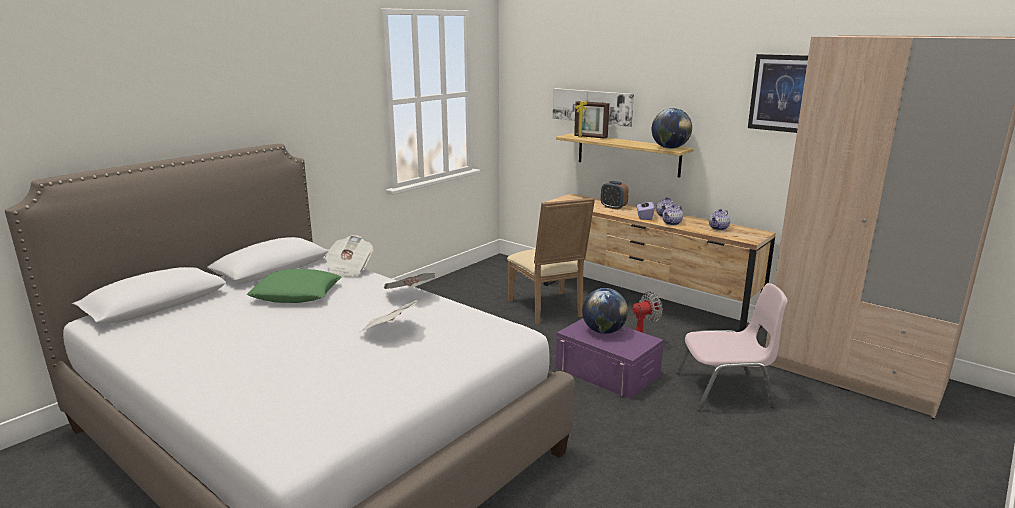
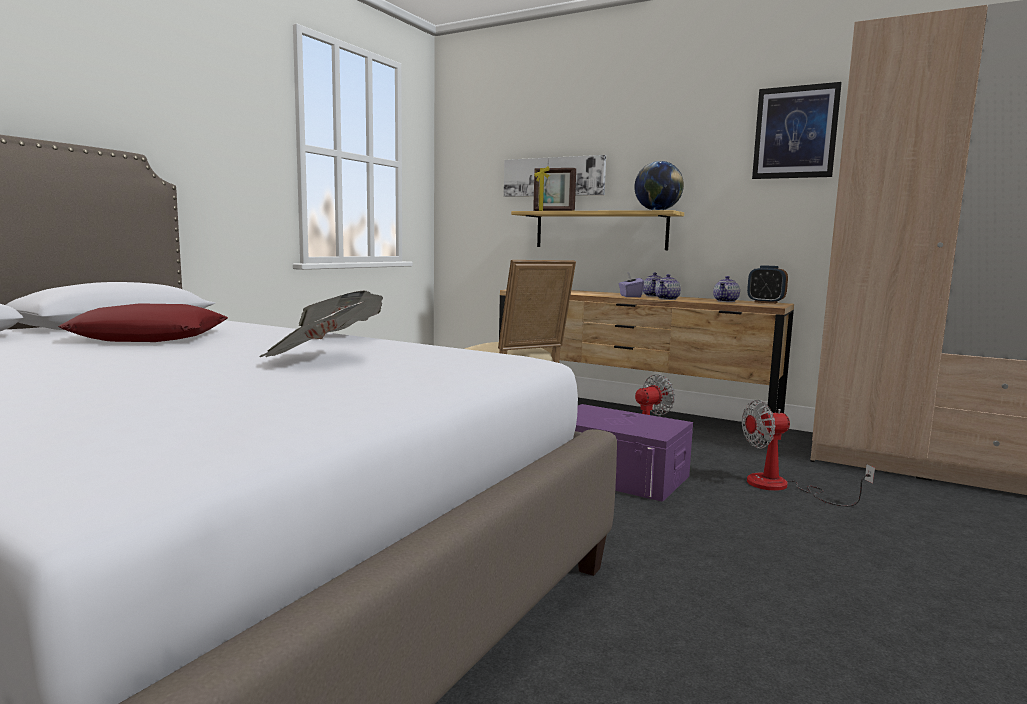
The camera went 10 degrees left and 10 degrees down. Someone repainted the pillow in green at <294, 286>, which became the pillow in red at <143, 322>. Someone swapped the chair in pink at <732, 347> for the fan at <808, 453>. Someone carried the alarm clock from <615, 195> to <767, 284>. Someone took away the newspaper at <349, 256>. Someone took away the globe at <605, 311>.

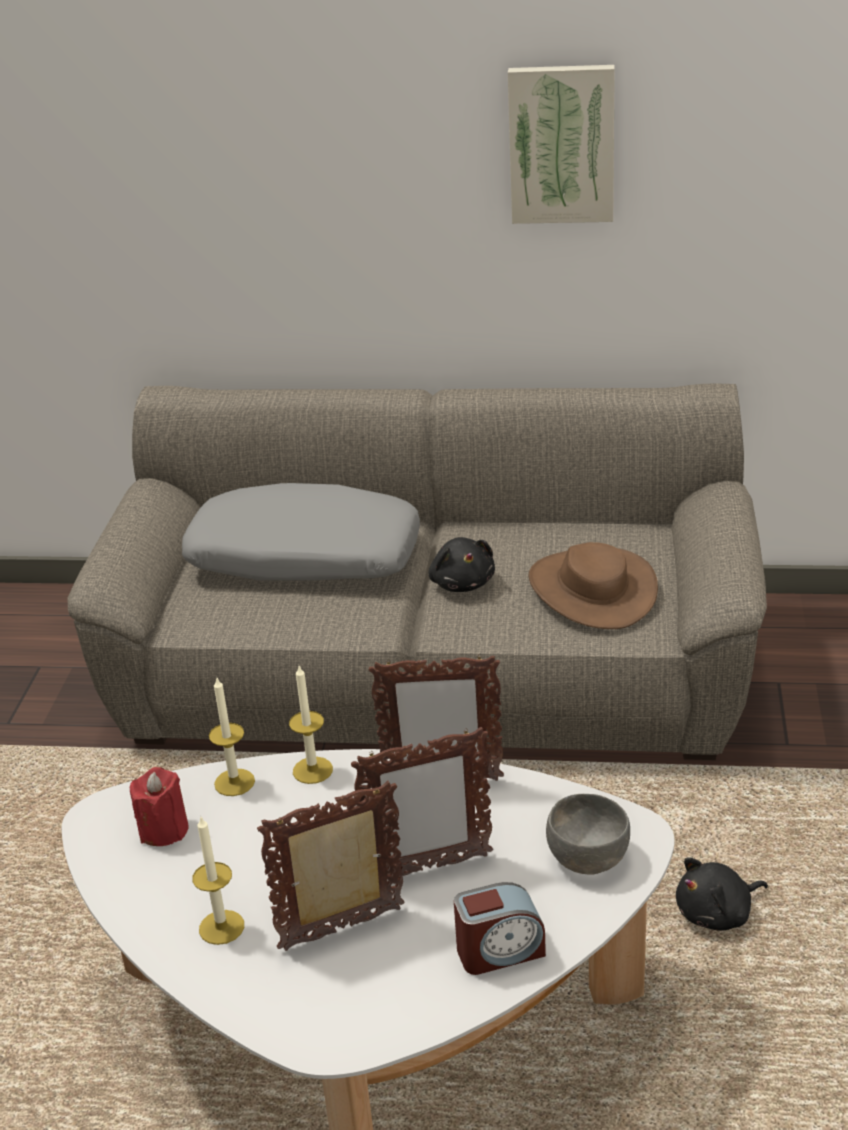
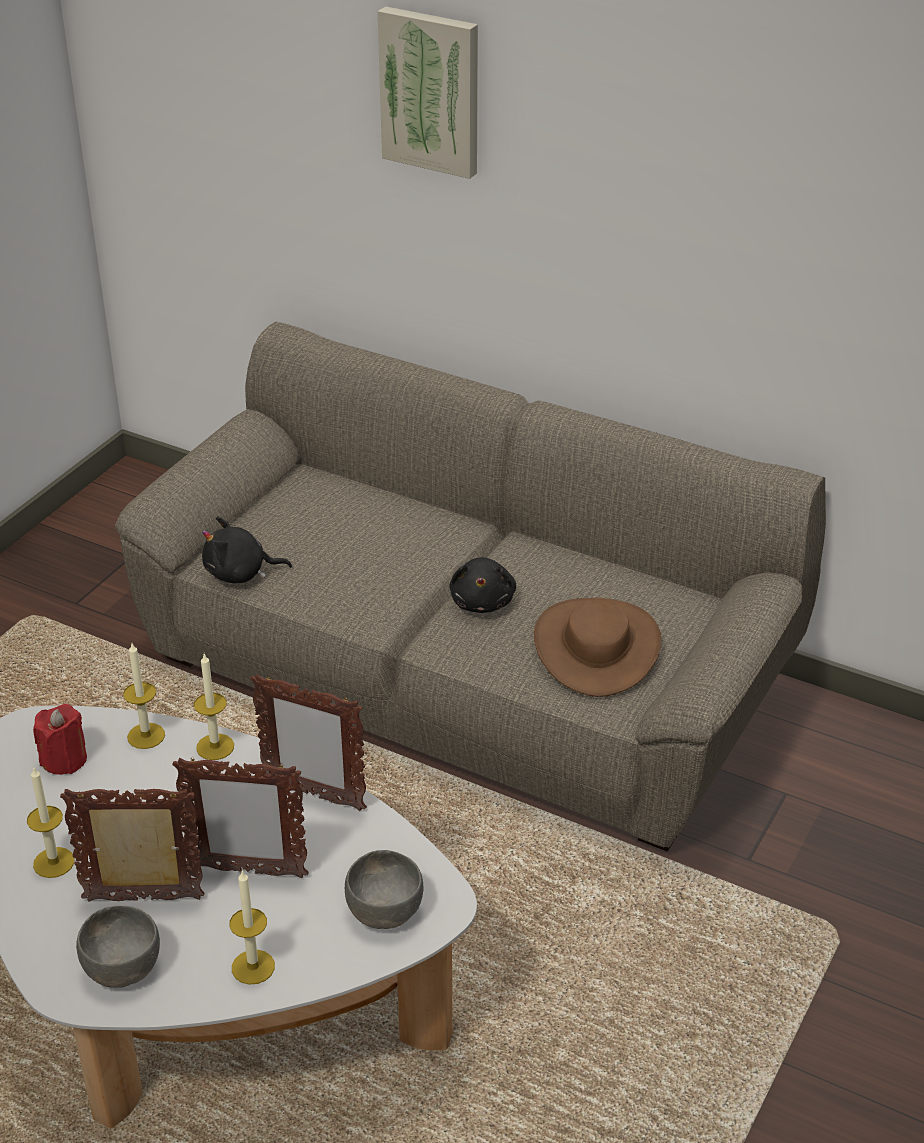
The camera went 20 degrees right and 5 degrees up. Someone put down the bowl in grey at <118, 947>. Someone carried the plush toy in black from <722, 894> to <247, 549>. Someone swapped the alarm clock at <500, 928> for the candle at <252, 927>. Someone carried the picture from <561, 144> to <428, 92>. Someone took away the pillow in grey at <301, 532>.

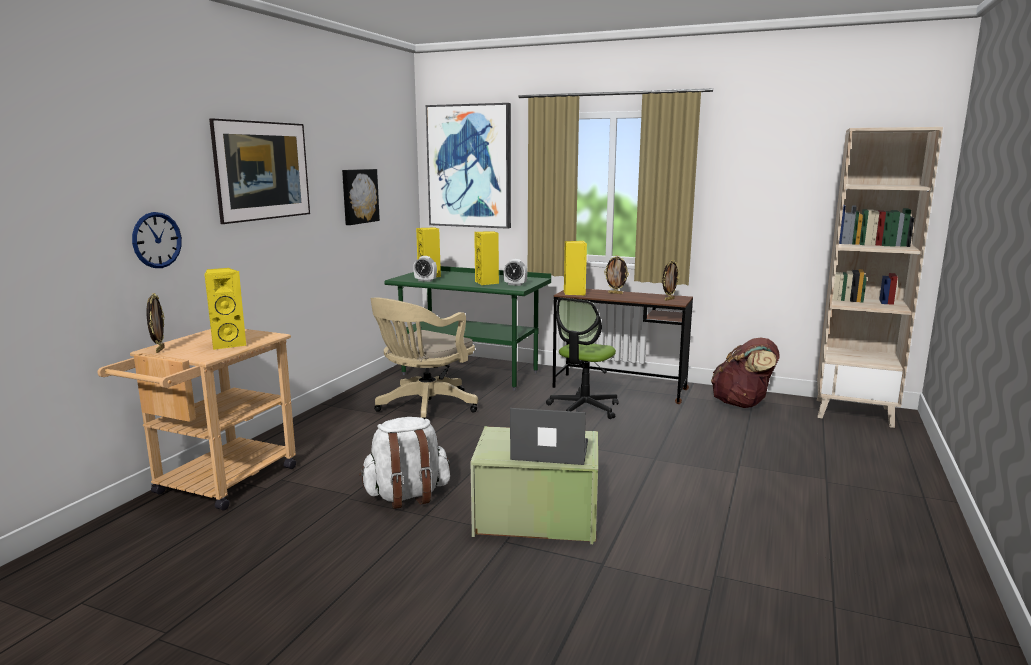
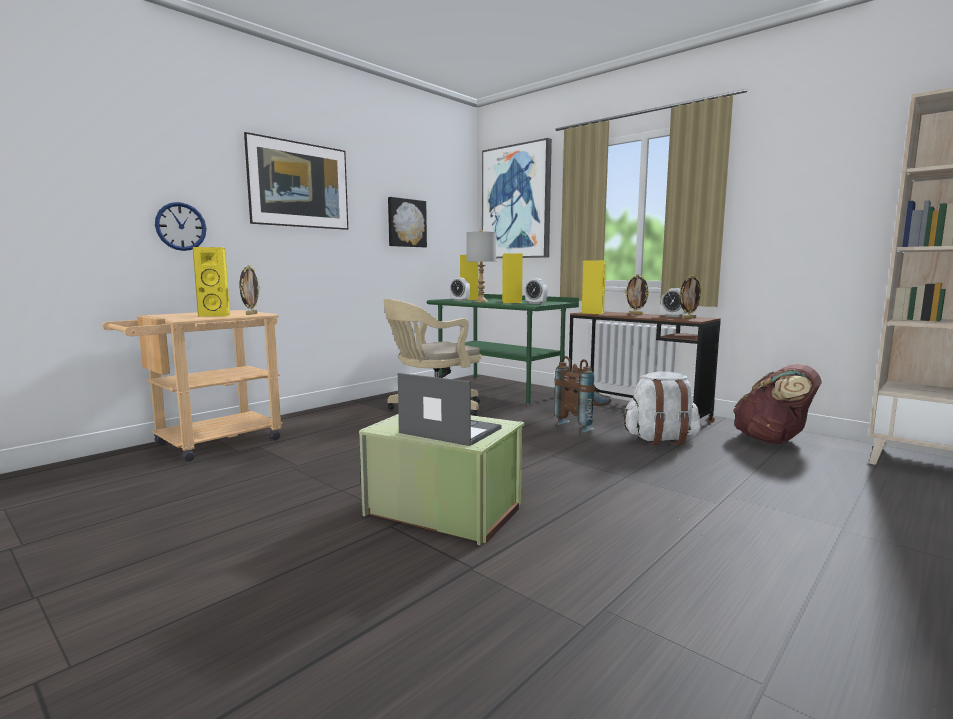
The camera went 20 degrees right and 5 degrees down. Someone carried the picture frame from <156, 323> to <250, 290>. Someone put down the table lamp in grey at <481, 266>. Someone swapped the office chair at <582, 358> for the backpack in brown at <583, 394>. Someone carried the backpack in white from <404, 463> to <661, 408>. Someone put down the alarm clock at <674, 302>.

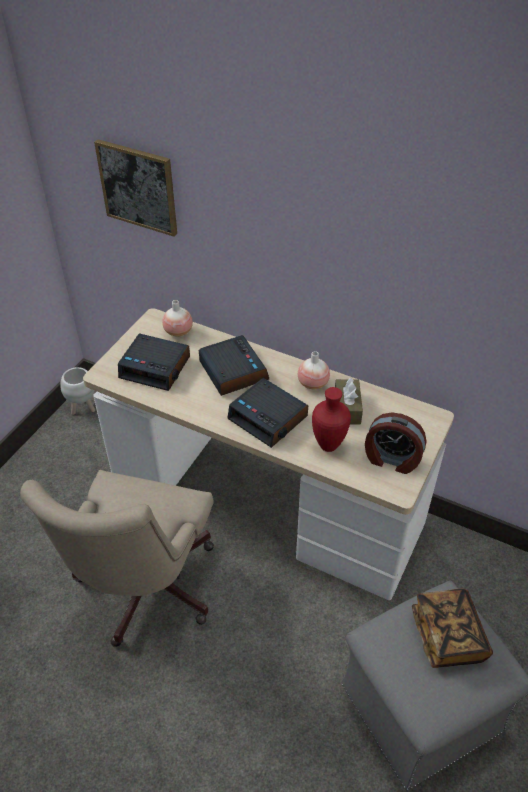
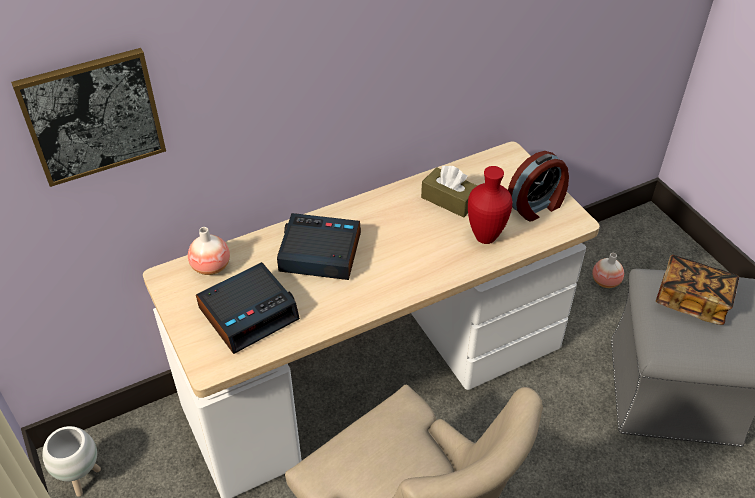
The camera went 55 degrees left and 0 degrees up. Someone carried the vase from <314, 370> to <608, 270>. Someone took away the alarm clock at <267, 413>.

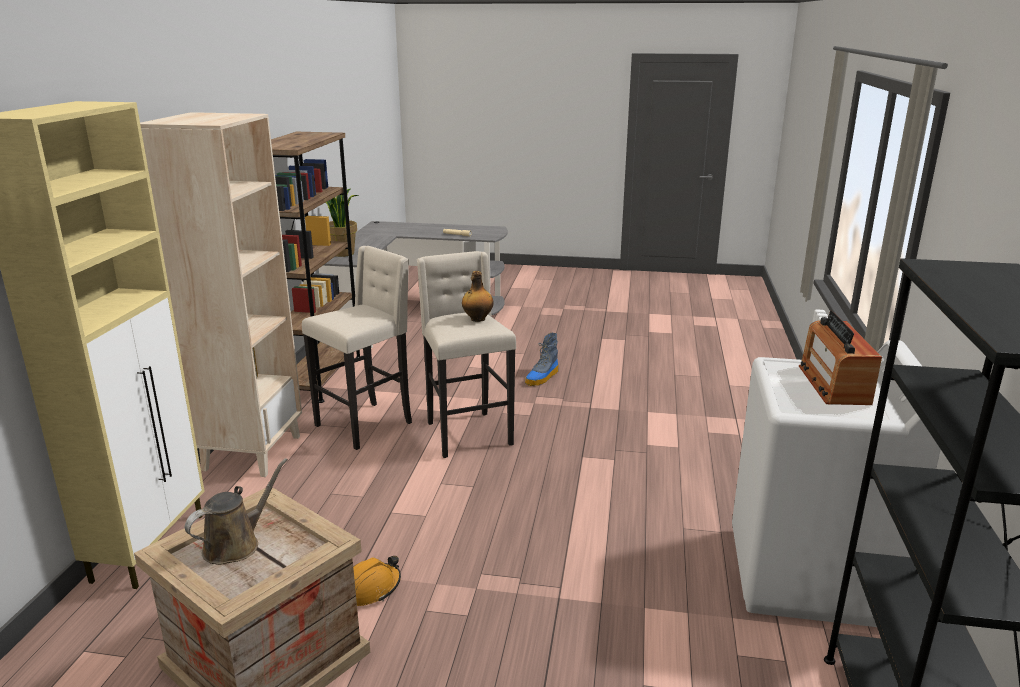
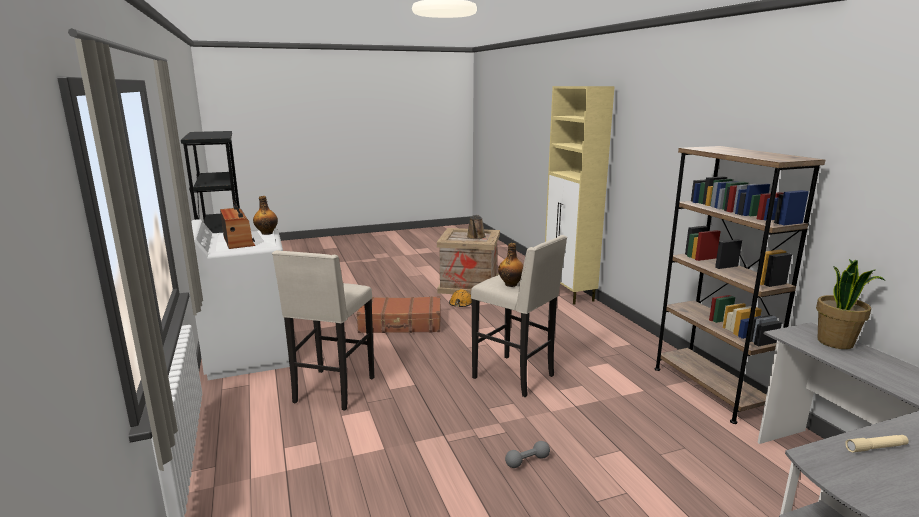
The camera went 150 degrees right and 5 degrees down. Someone put down the bottle at <265, 215>. Someone carried the stool in beige from <357, 348> to <323, 330>. Someone put down the suitcase in brown at <399, 314>. Someone swapped the boot at <541, 359> for the dumbbell in grey at <527, 454>. Someone took away the bookcase in beige at <221, 294>.

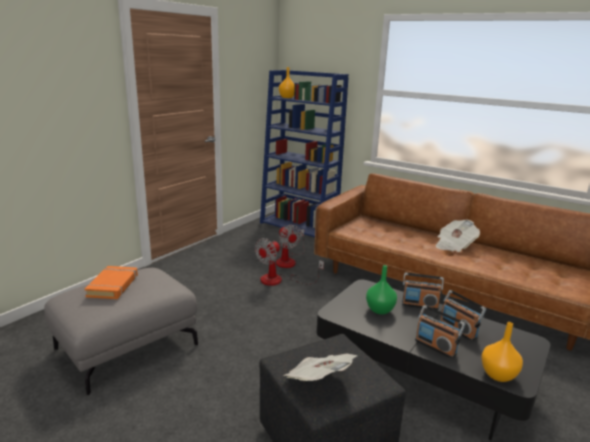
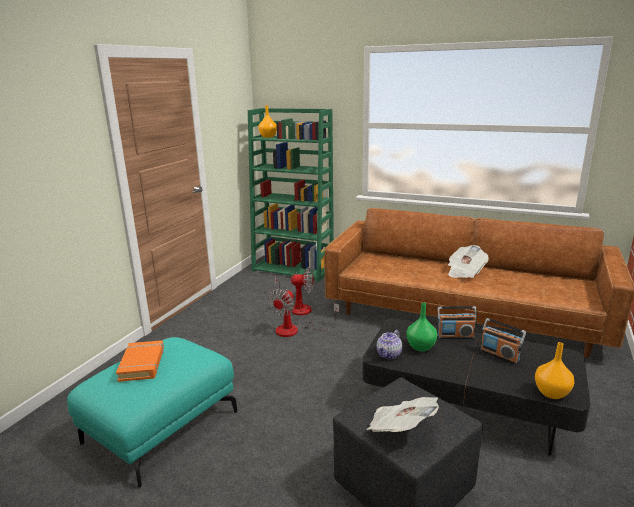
The camera went 10 degrees left and 0 degrees up. Someone repainted the ottoman in grey at <121, 331>, which became the ottoman in turquoise at <152, 412>. Someone repainted the bookcase in blue at <304, 153>, which became the bookcase in green at <291, 195>. Someone rotated the fan at <290, 246> by 45 degrees counterclockwise. Someone put down the teapot at <389, 344>. Someone took away the radio at <440, 332>.

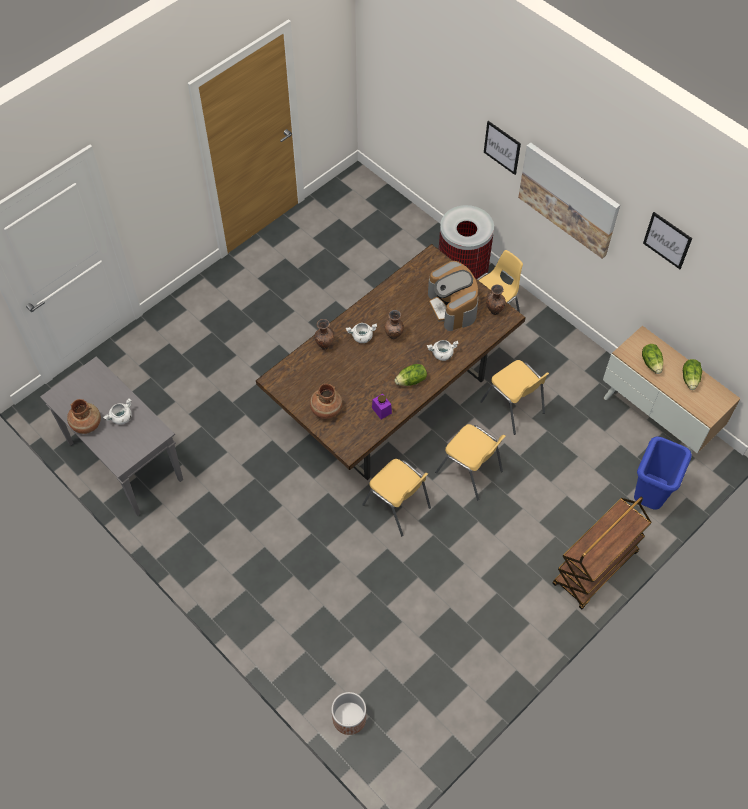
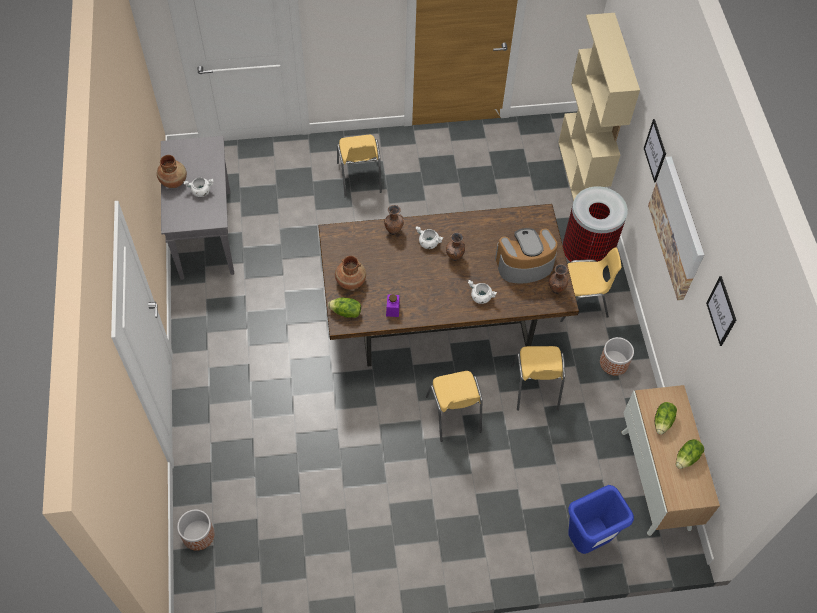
The camera went 35 degrees right and 0 degrees up. Someone carried the lettuce from <411, 375> to <344, 307>. Someone carried the chair in yellow from <396, 497> to <359, 166>. Someone rotated the coffee machine at <453, 296> by 60 degrees clockwise. Someone put down the bookcase in beige at <599, 107>. Someone put down the planter at <617, 356>. Someone took away the cart in brown at <602, 552>.

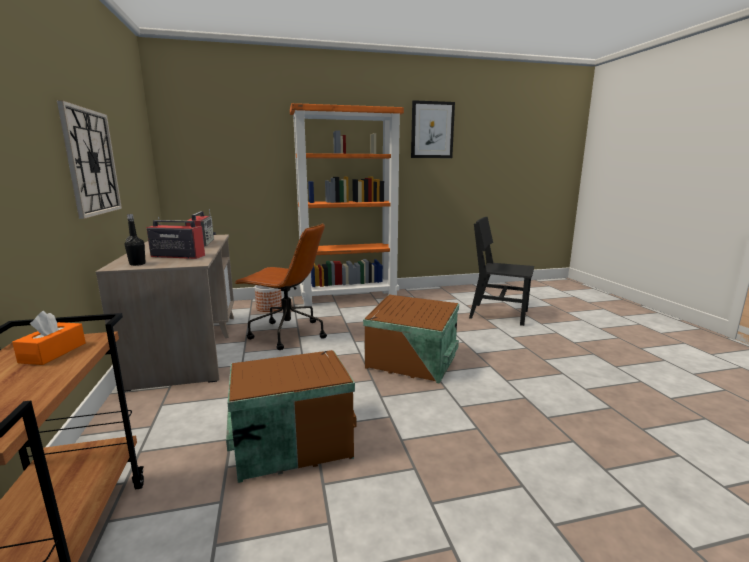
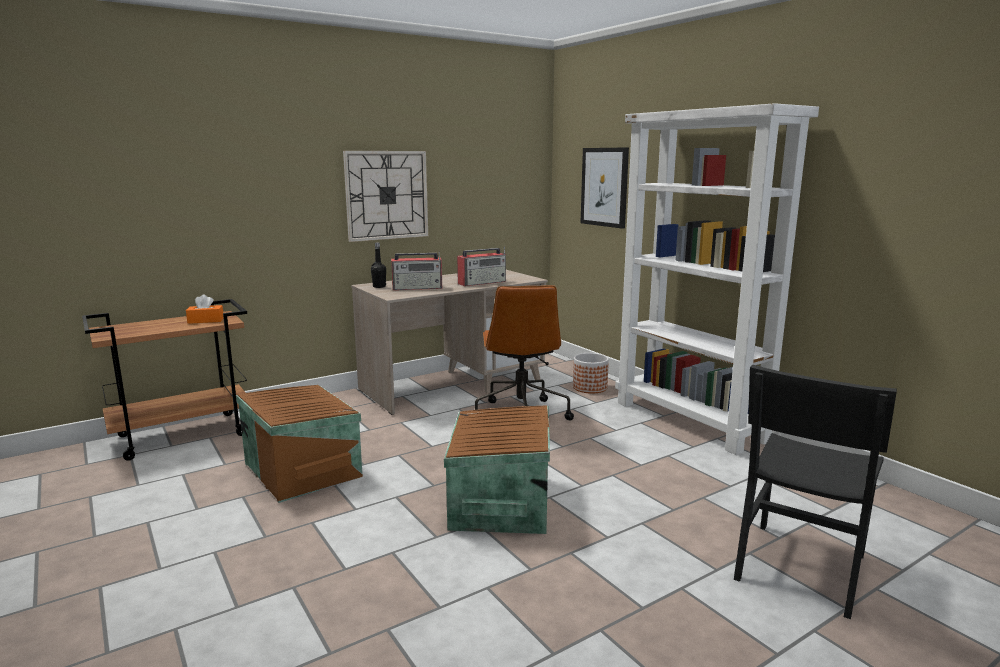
The camera went 70 degrees right and 0 degrees up. Someone rotated the radio at <175, 238> by 90 degrees clockwise. Someone carried the picture from <433, 129> to <604, 188>. Someone repainted the bookcase in orange at <347, 204>, which became the bookcase in white at <717, 279>. Someone rotated the chair in black at <501, 271> by 150 degrees counterclockwise.

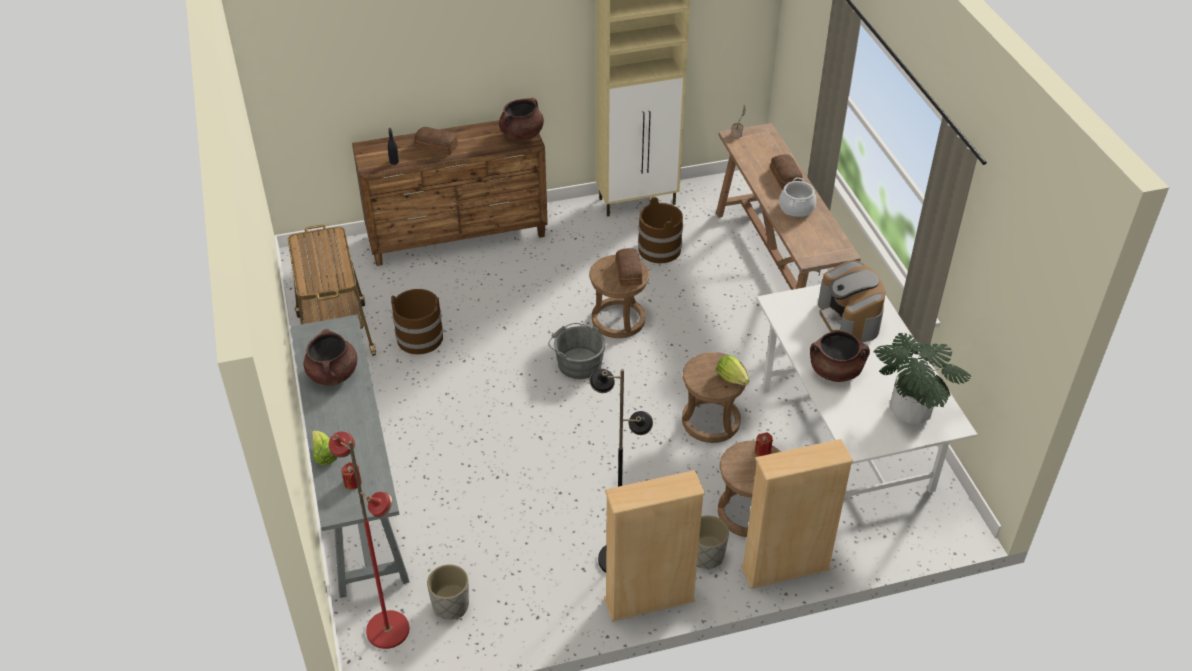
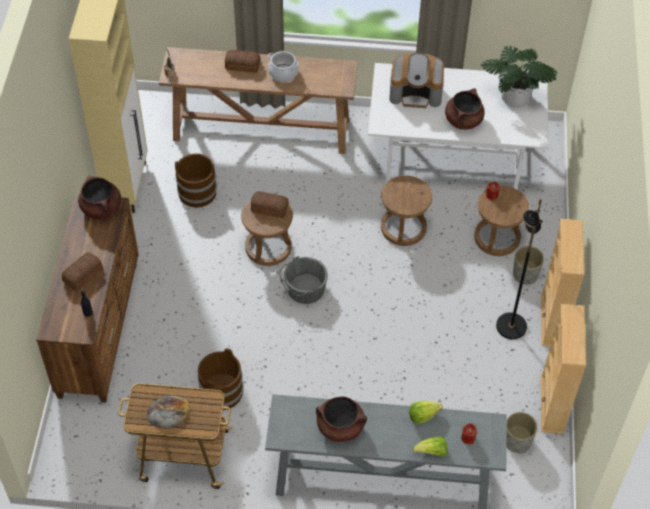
The camera went 70 degrees left and 10 degrees up. Someone put down the bread at <169, 412>. Someone carried the lettuce from <733, 370> to <425, 412>. Someone carried the bookcase in beige from <797, 514> to <563, 369>. Someone took away the floor lamp in red at <369, 540>.

